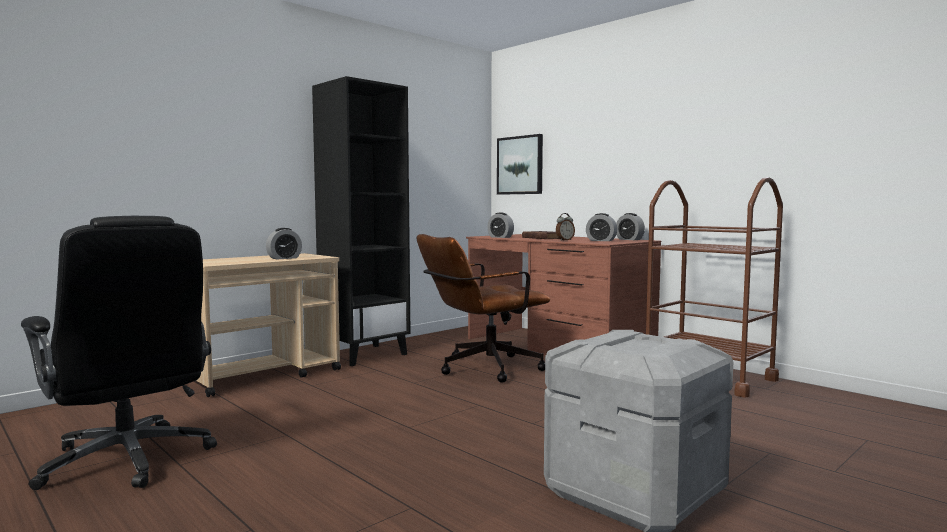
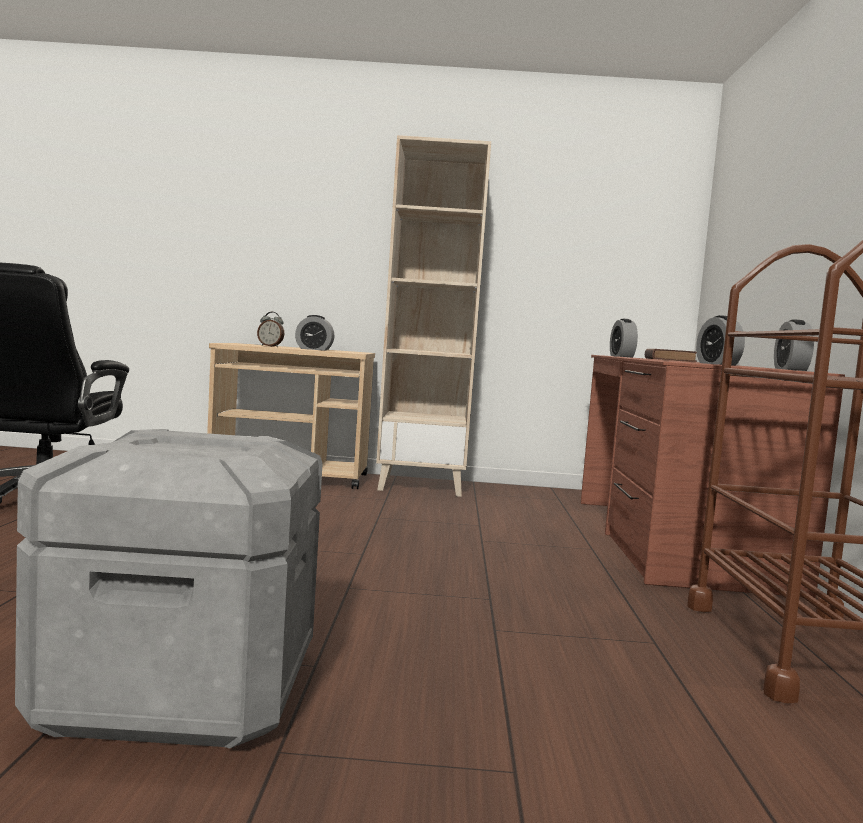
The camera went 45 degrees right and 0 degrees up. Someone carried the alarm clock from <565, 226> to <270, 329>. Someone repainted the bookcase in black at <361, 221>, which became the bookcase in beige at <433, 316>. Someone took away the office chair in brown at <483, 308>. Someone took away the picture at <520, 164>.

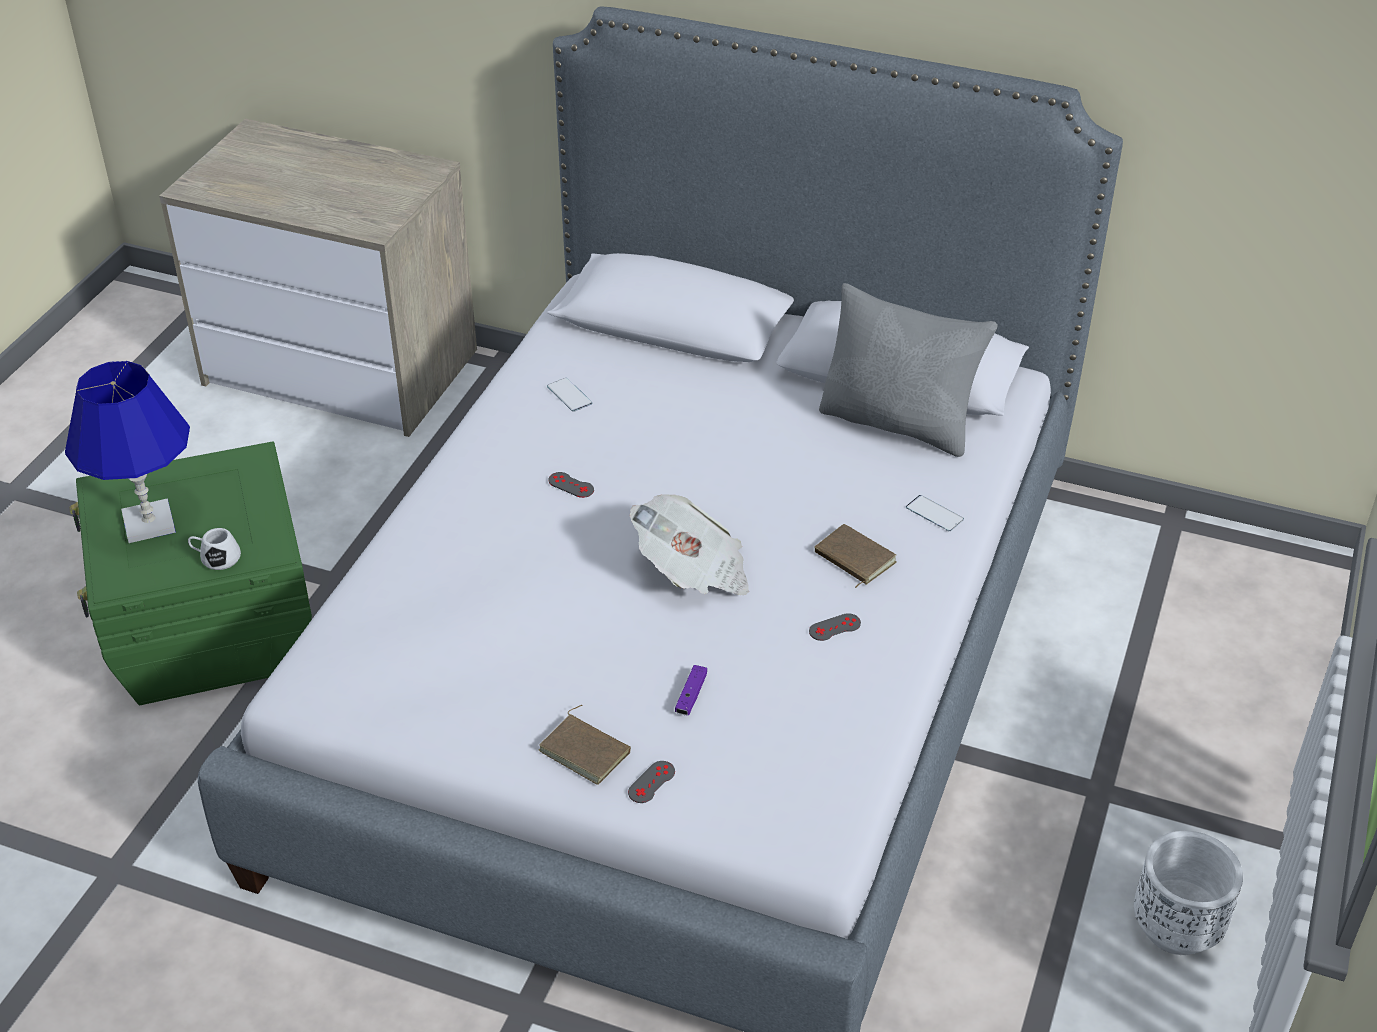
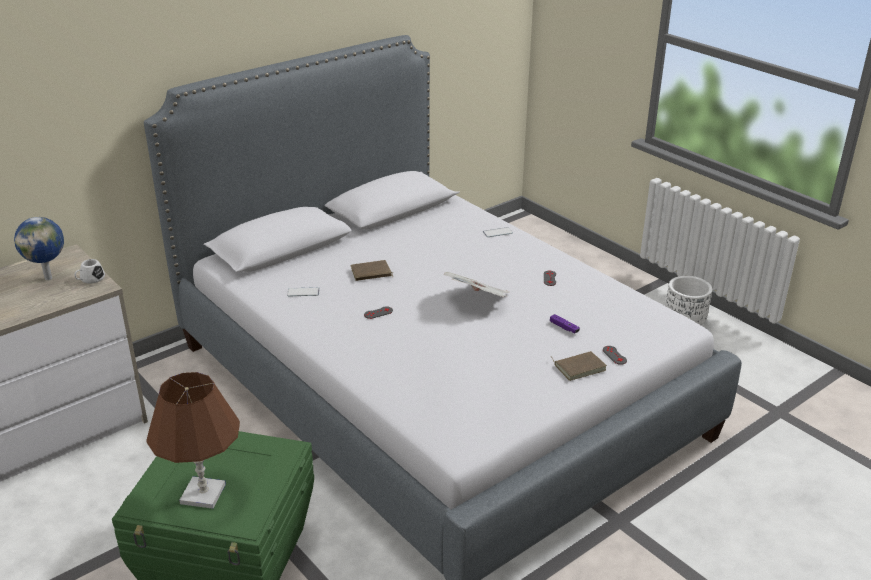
The camera went 60 degrees left and 10 degrees down. Someone put down the globe at <39, 248>. Someone carried the mug in white from <214, 549> to <89, 271>. Someone repainted the table lamp in blue at <127, 452>, which became the table lamp in brown at <193, 440>. Someone carried the book in brown from <855, 556> to <371, 270>. Someone took away the pillow in grey at <908, 370>.

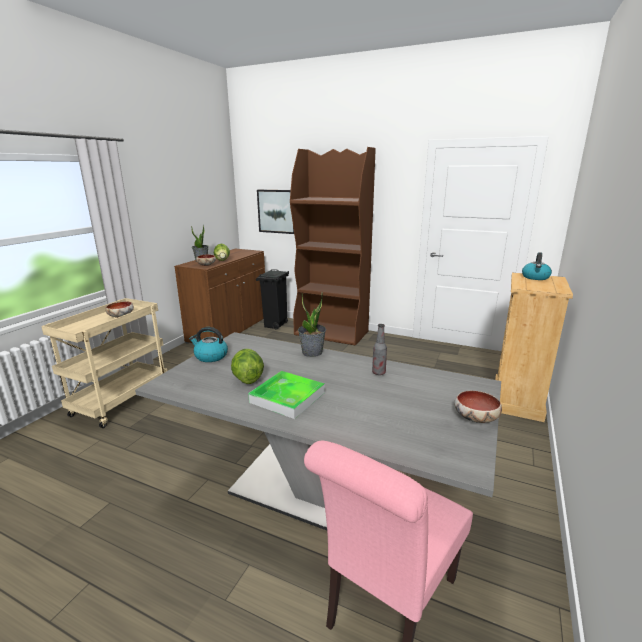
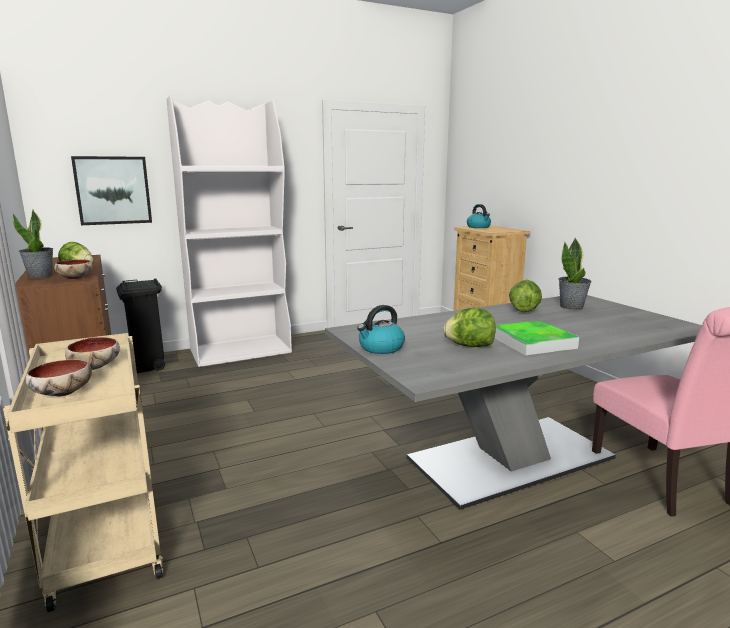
The camera went 50 degrees left and 5 degrees down. Someone carried the bowl from <478, 407> to <59, 378>. Someone repainted the bookcase in brown at <333, 246>, which became the bookcase in white at <229, 230>. Someone swapped the bottle at <379, 349> for the lettuce at <525, 296>. Someone carried the potted plant from <312, 325> to <575, 273>.

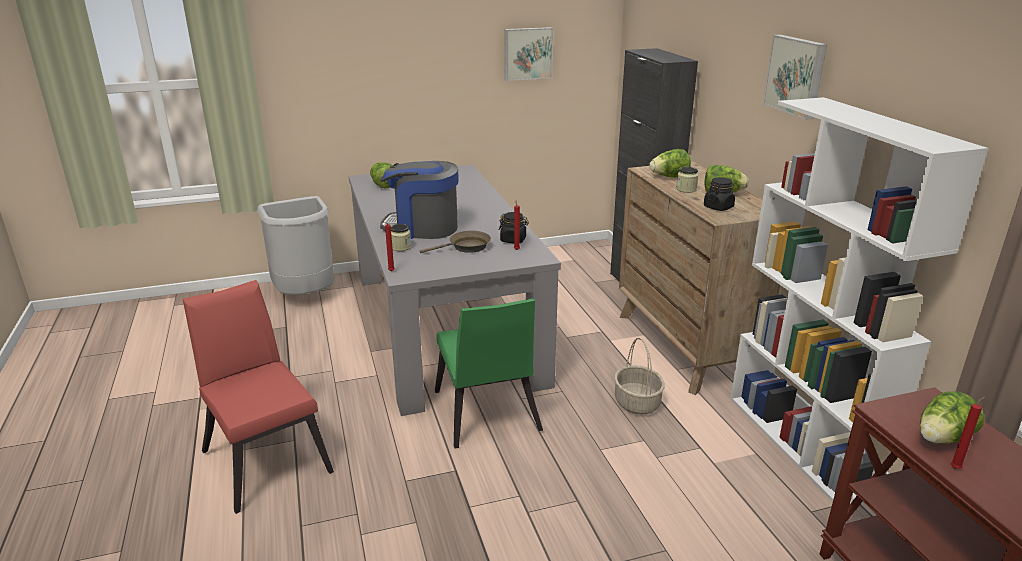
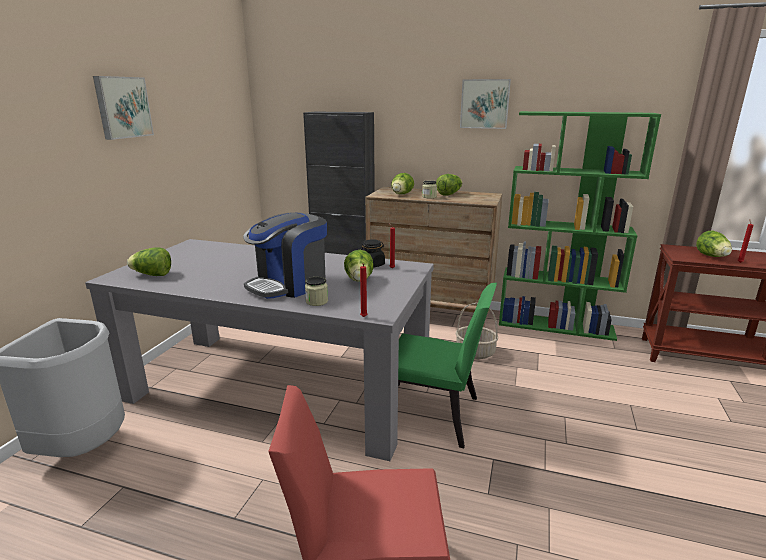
The camera went 55 degrees left and 5 degrees down. Someone carried the picture from <528, 54> to <123, 108>. Someone swapped the frying pan in brown at <455, 242> for the lettuce at <358, 266>. Someone repainted the bookcase in white at <859, 300>, which became the bookcase in green at <580, 226>. Someone took away the jar in black at <719, 194>.

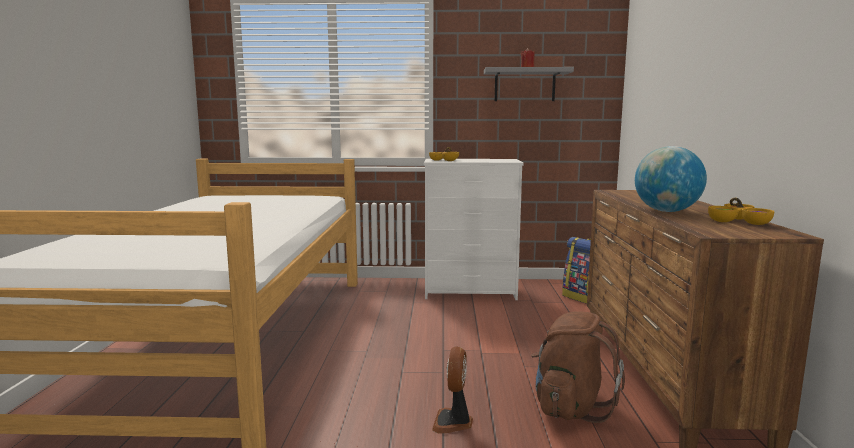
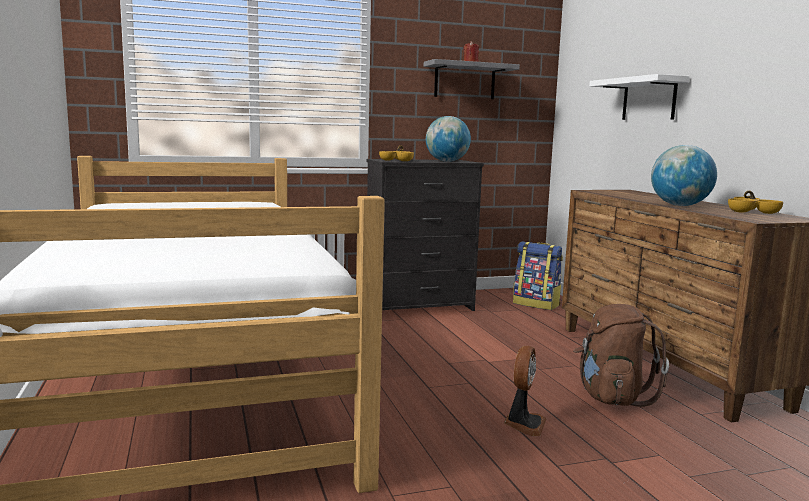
The camera went 20 degrees left and 0 degrees up. Someone repainted the dresser in white at <474, 229>, which became the dresser in black at <425, 235>. Someone put down the globe at <448, 139>. Someone rotated the fan at <452, 390> by 150 degrees counterclockwise. Someone put up the shelf in white at <639, 97>.

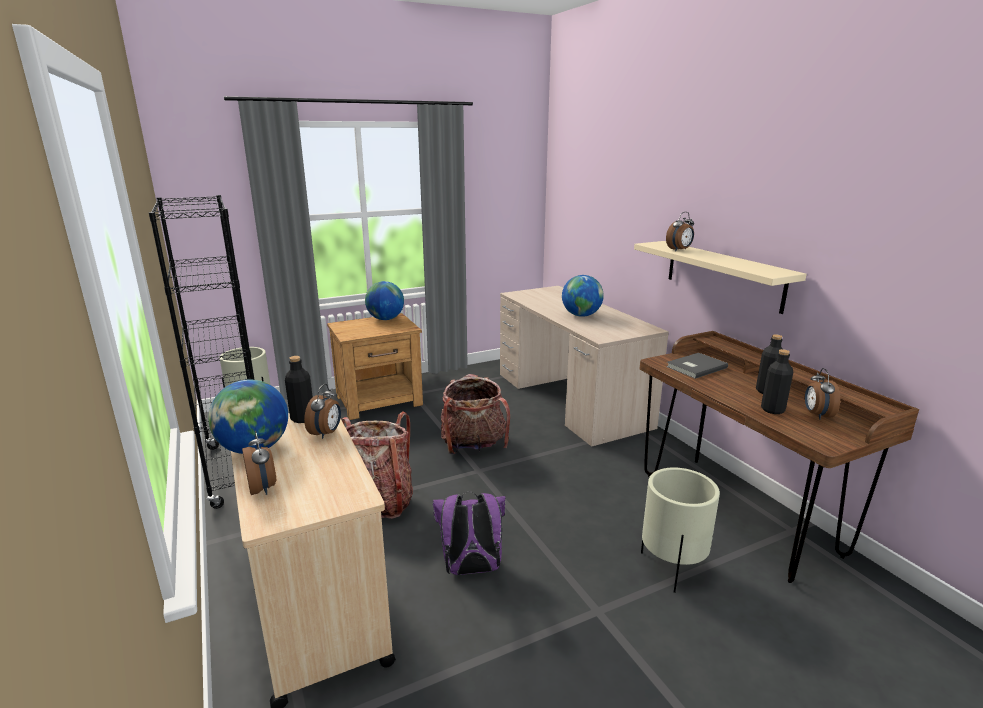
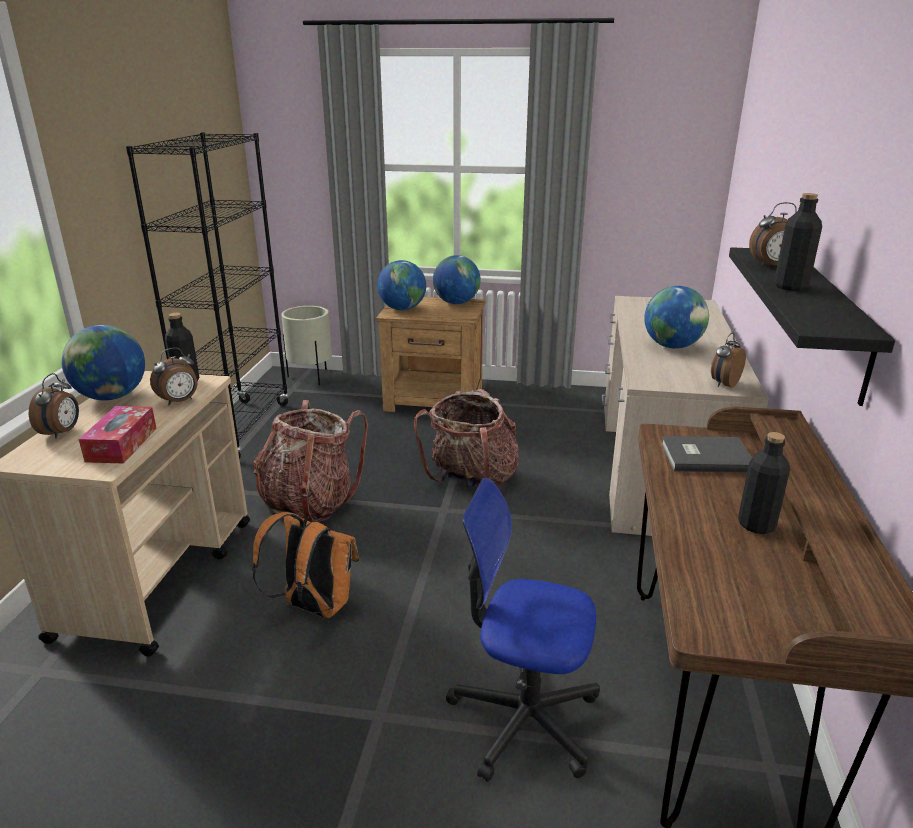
The camera went 35 degrees right and 5 degrees up. Someone put down the tissue box at <118, 434>. Someone repainted the backpack in purple at <469, 533>, which became the backpack in orange at <305, 565>. Someone put down the globe at <401, 285>. Someone swapped the planter in beige at <680, 530> for the office chair at <523, 630>. Someone carried the alarm clock from <822, 394> to <728, 359>. Someone repainted the shelf in beige at <720, 277>, which became the shelf in black at <812, 326>. Someone carried the bottle in black from <777, 381> to <798, 242>.

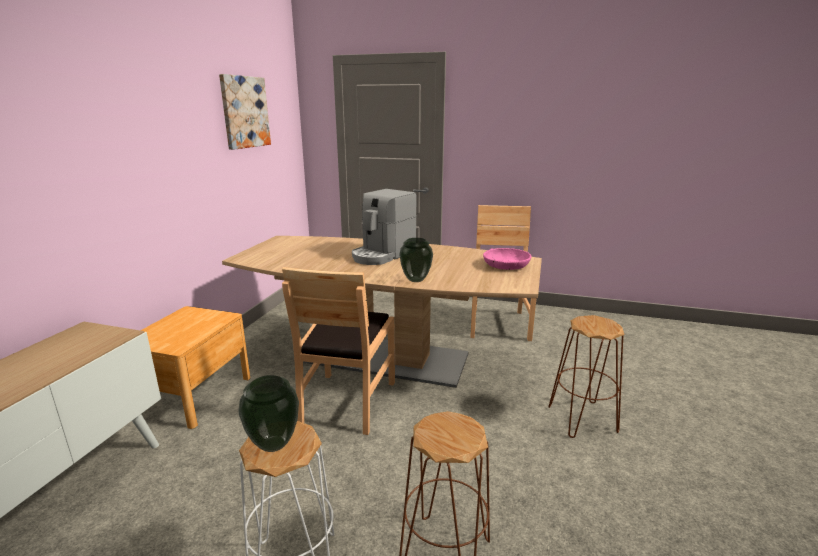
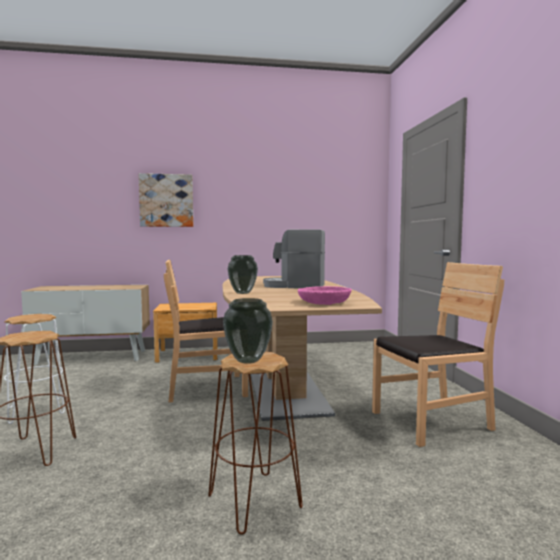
The camera went 65 degrees right and 15 degrees down. Someone carried the picture from <245, 112> to <166, 200>. Someone carried the vase from <269, 413> to <248, 331>.

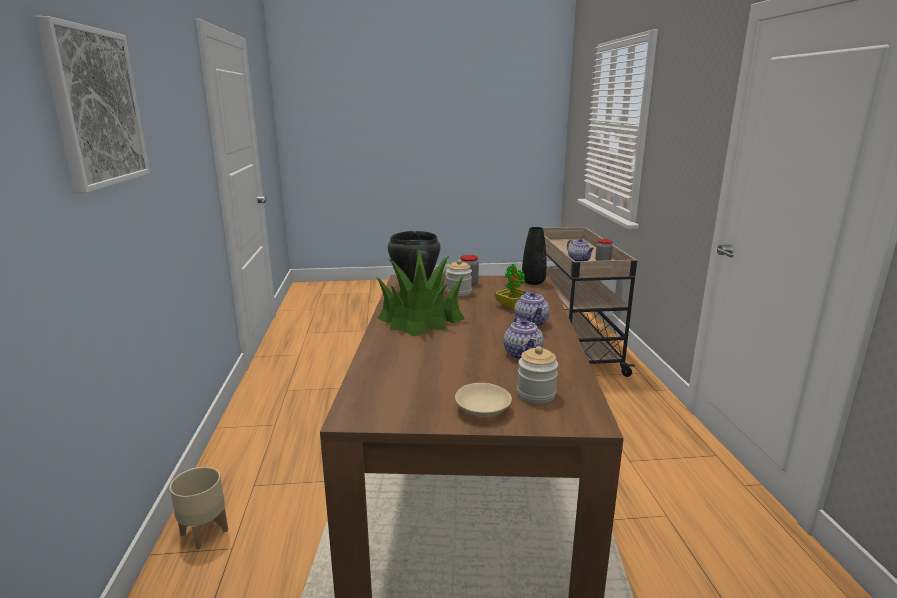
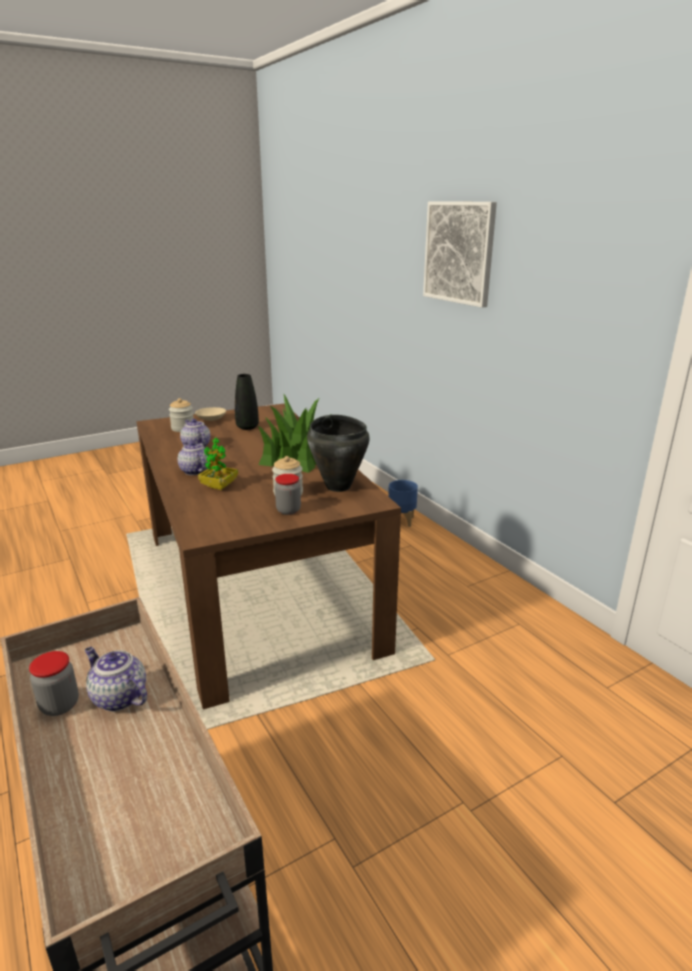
The camera went 155 degrees right and 5 degrees up. Someone carried the vase in black from <534, 256> to <247, 402>. Someone repainted the planter in beige at <199, 508>, which became the planter in blue at <403, 503>.

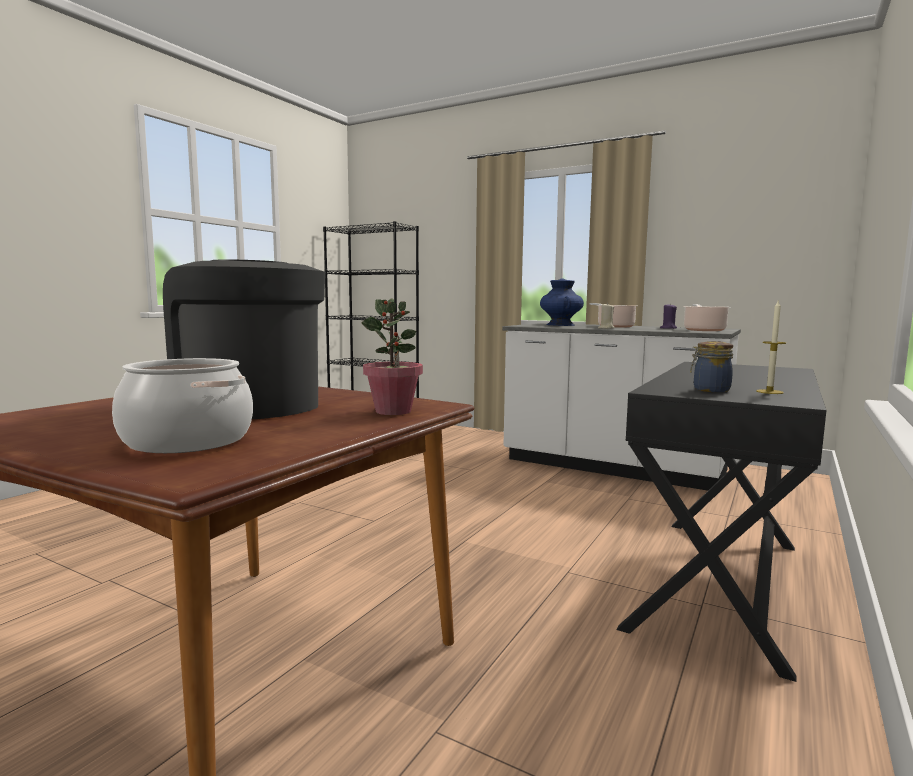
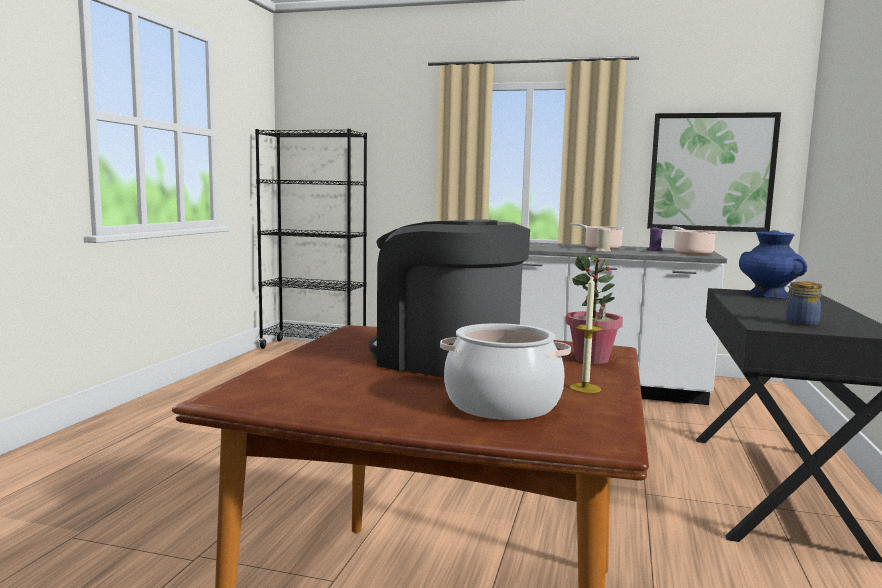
The camera went 15 degrees left and 0 degrees up. Someone carried the candle from <771, 347> to <586, 334>. Someone put up the picture at <714, 172>. Someone carried the vase in blue from <562, 302> to <773, 264>.

